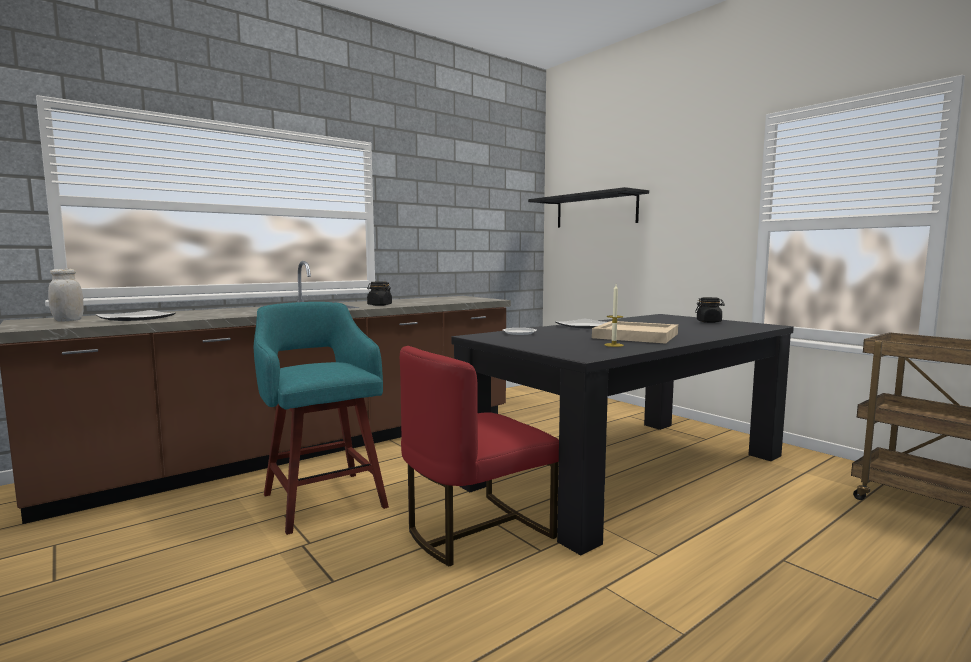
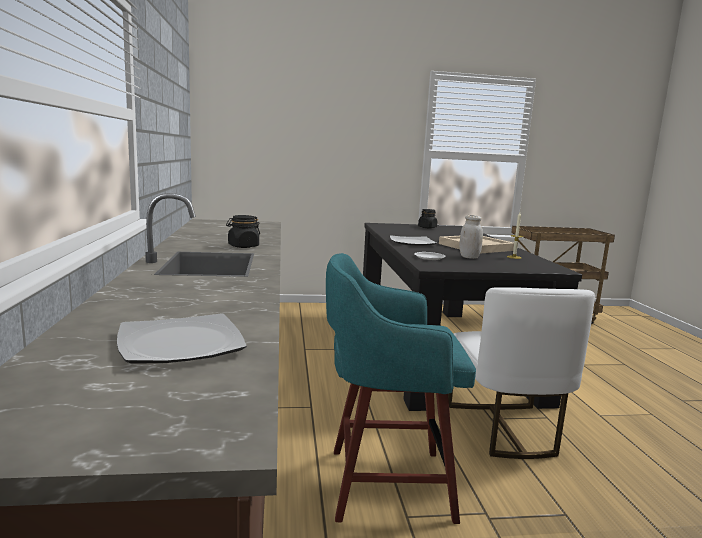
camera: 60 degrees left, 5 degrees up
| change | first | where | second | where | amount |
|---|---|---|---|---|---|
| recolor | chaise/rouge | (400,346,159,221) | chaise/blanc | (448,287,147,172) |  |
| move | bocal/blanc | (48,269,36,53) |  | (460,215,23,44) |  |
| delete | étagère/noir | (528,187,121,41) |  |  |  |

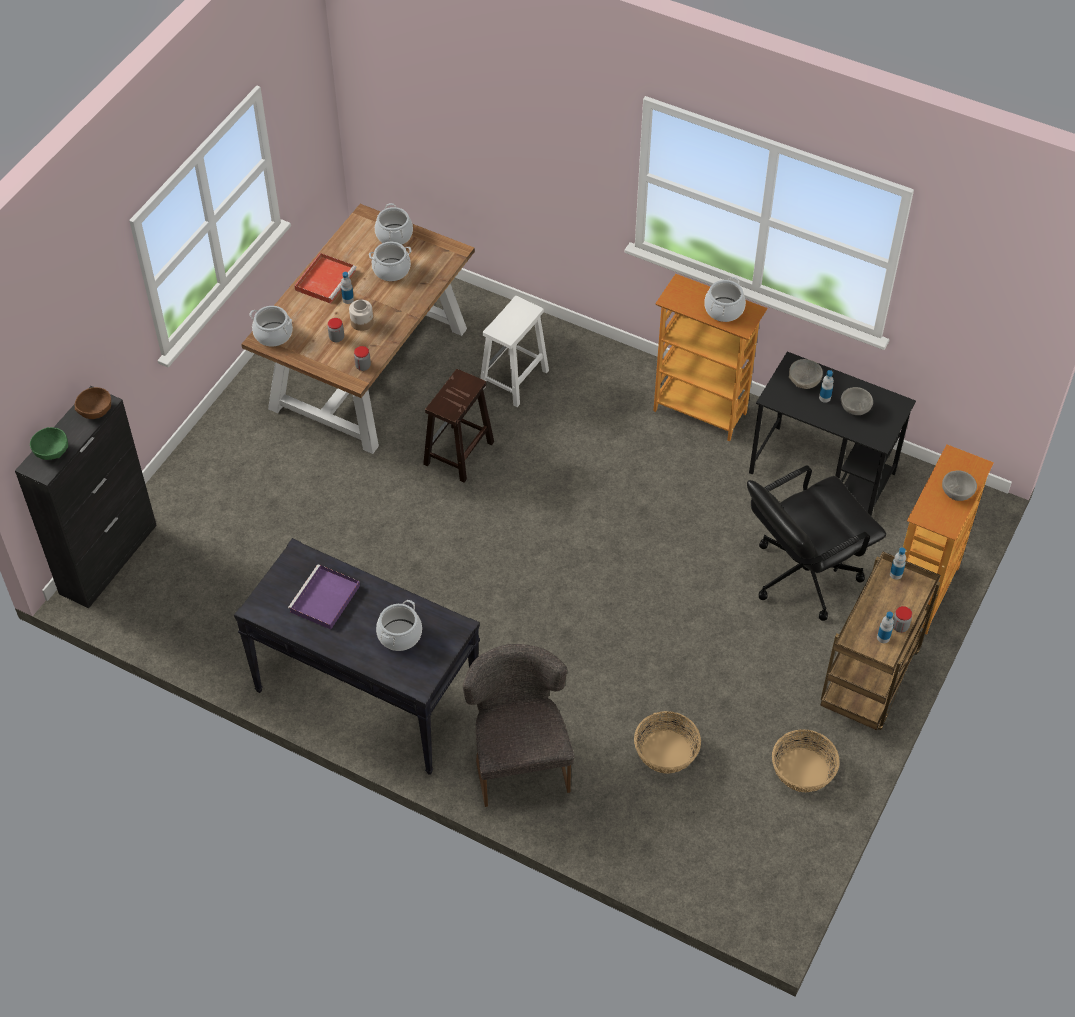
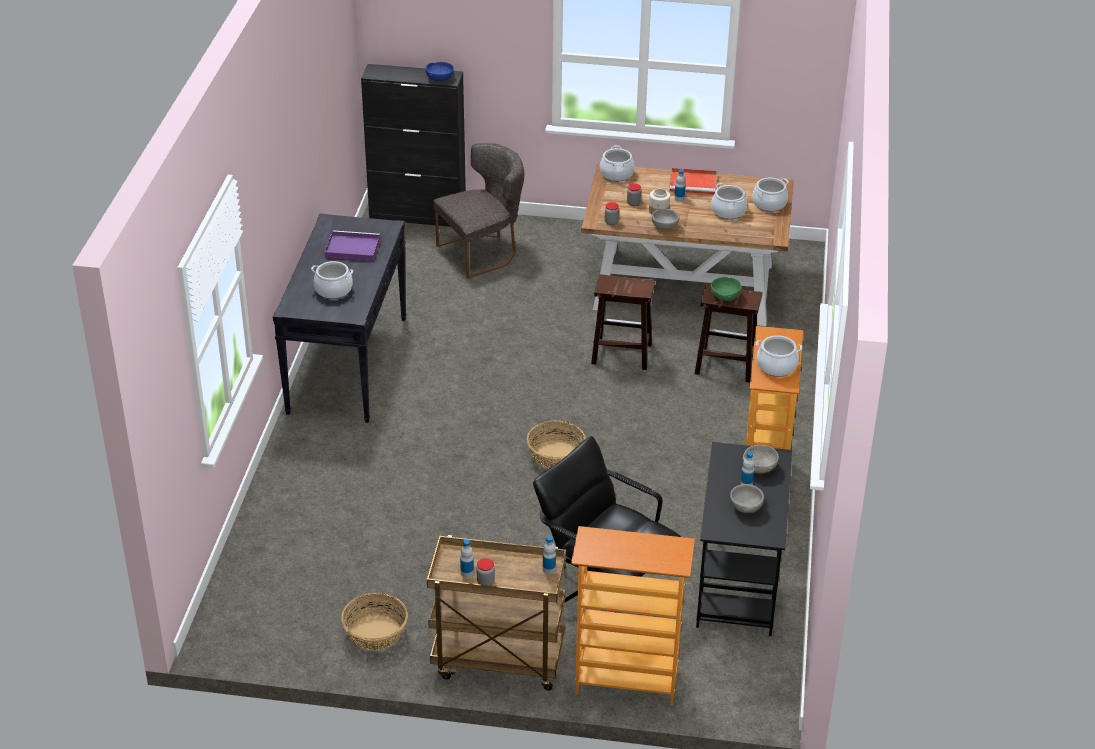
camera: 70 degrees right, 15 degrees down
| change | first | where | second | where | amount |
|---|---|---|---|---|---|
| recolor | bol/marron | (74,387,37,32) | bol/bleu | (426,62,28,20) |  |
| move | chaise/gris | (463,644,111,163) |  | (433,143,91,135) |  |
| move | panier | (634,711,67,63) |  | (527,420,59,49) |  |
| move | bol/gris | (942,470,35,31) |  | (652,209,27,21) |  |
| recolor | tabouret/blanc | (480,296,69,111) | tabouret/marron | (695,284,67,99) |  |
| move | bol/vert | (30,427,38,33) |  | (711,277,31,24) |  |

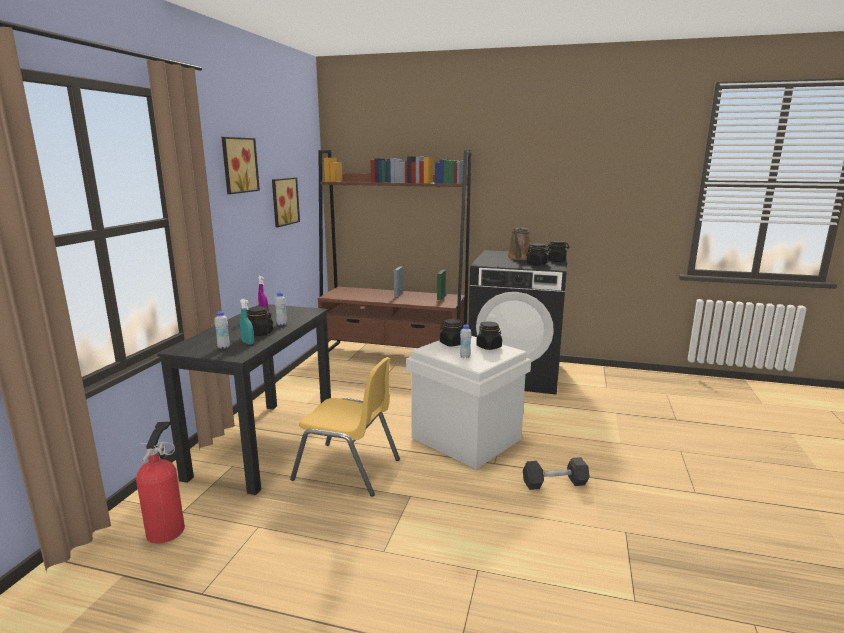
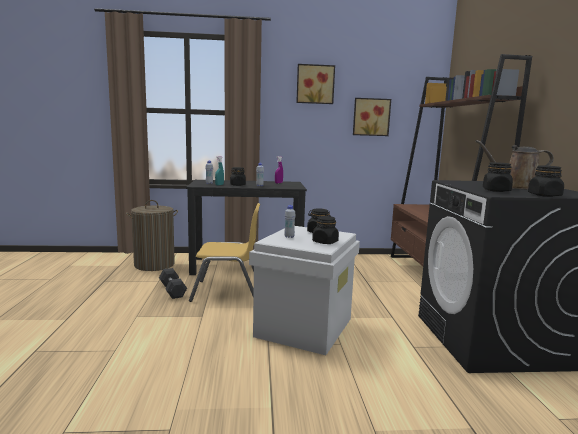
camera: 70 degrees right, 5 degrees down
| change | first | where | second | where | amount |
|---|---|---|---|---|---|
| replace | extincteur | (136,421,49,122) | panier à linge | (126,200,52,71) |  |
| move | haltère/gris | (523,457,67,33) |  | (159,268,28,31) |  |
| rotate | chaise/jaune | (290,357,110,140) |  | (189,203,71,99) | 90 degrees counterclockwise |

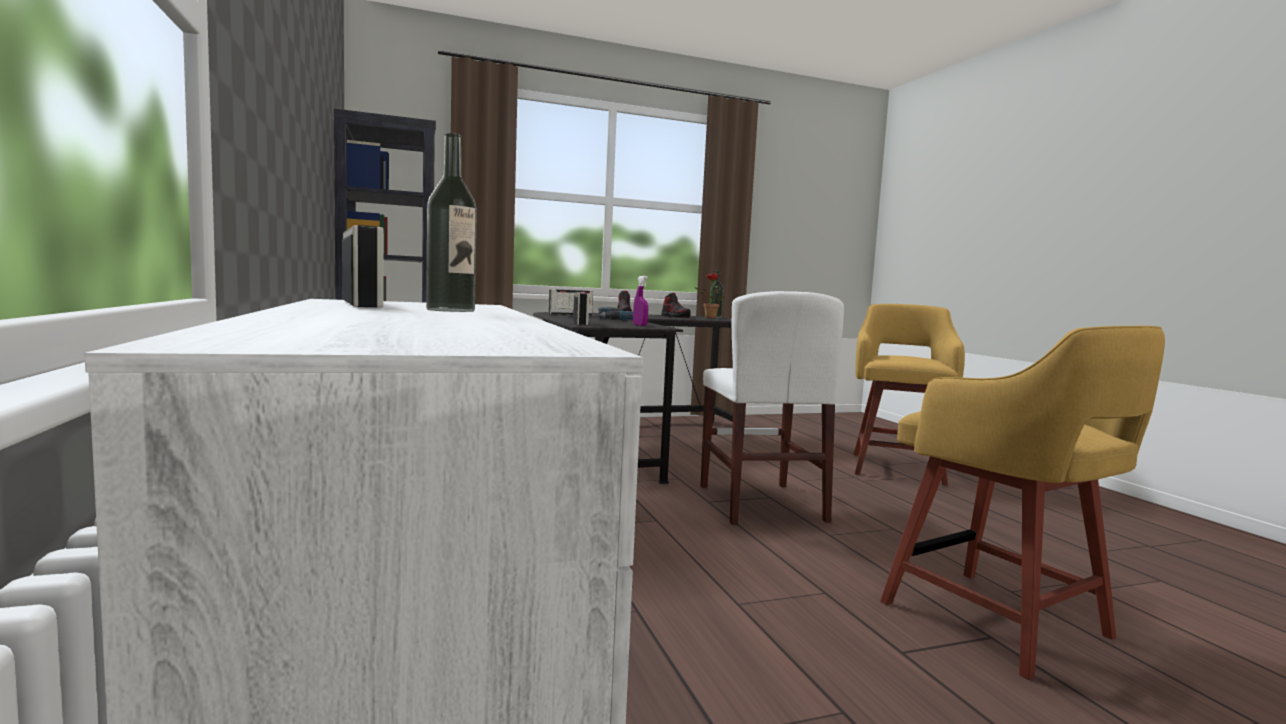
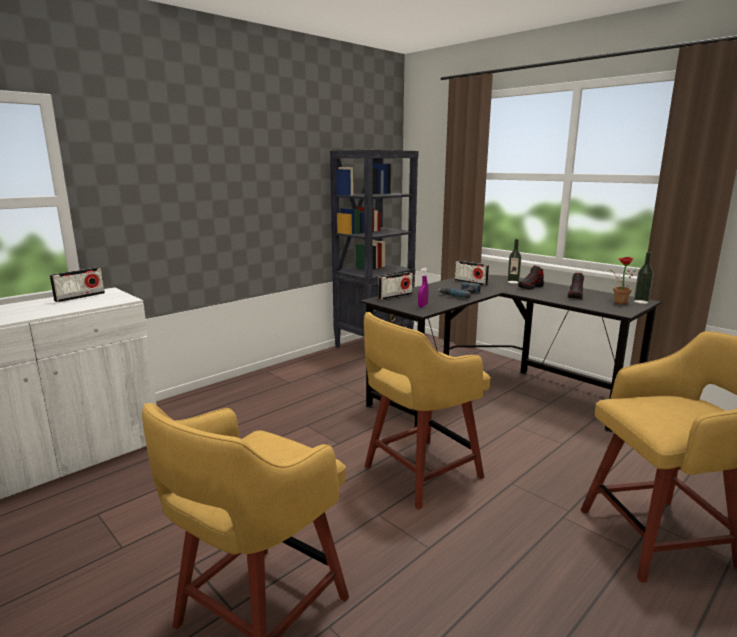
camera: 65 degrees right, 10 degrees up
| change | first | where | second | where | amount |
|---|---|---|---|---|---|
| replace | chaise/blanc | (701,291,143,233) | tabouret/jaune | (364,312,127,198) |  |
| move | bouteille | (426,132,51,180) |  | (507,239,14,45) |  |

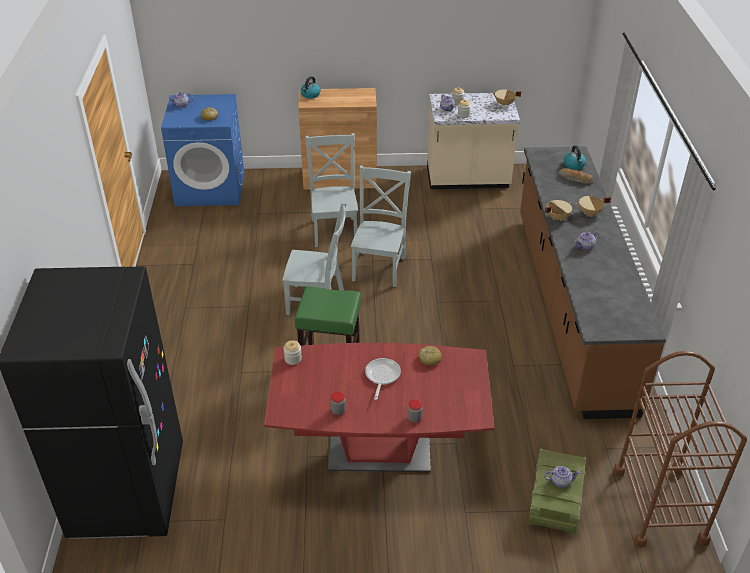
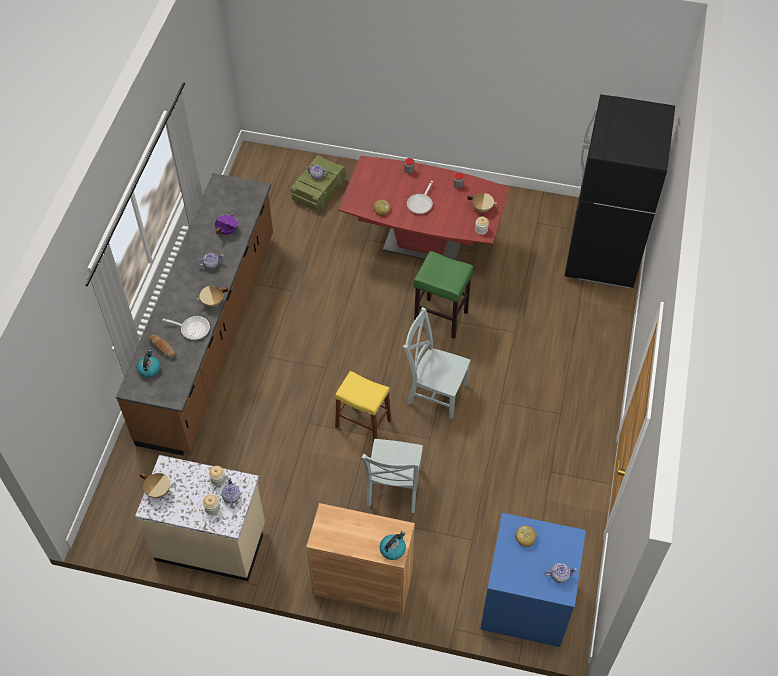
camera: 165 degrees left, 15 degrees up
| change | first | where | second | where | amount |
|---|---|---|---|---|---|
| insert |  |  | poêle | (163,316,47,24) |  |
| insert |  |  | marmite/violet | (215,214,23,21) |  |
| replace | chaise/gris | (351,165,60,122) | tabouret/jaune | (335,371,56,72) |  |
| move | marmite/beige | (576,196,35,21) |  | (467,193,30,20) |  |
| delete | chariot/marron | (613,351,134,197) |  |  |  |

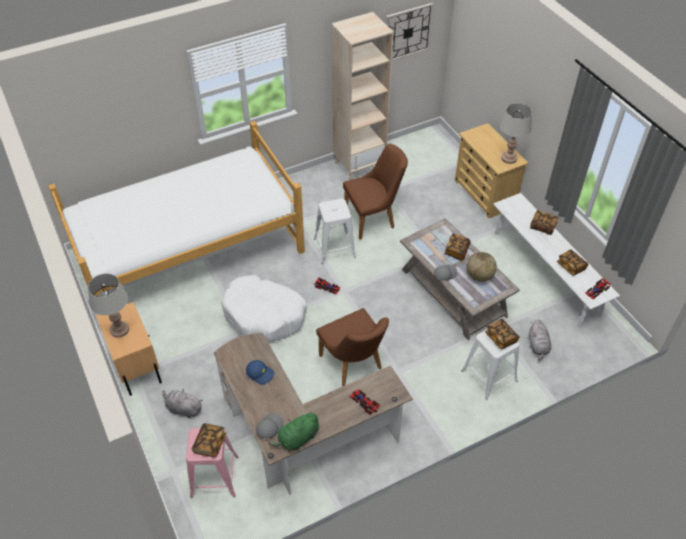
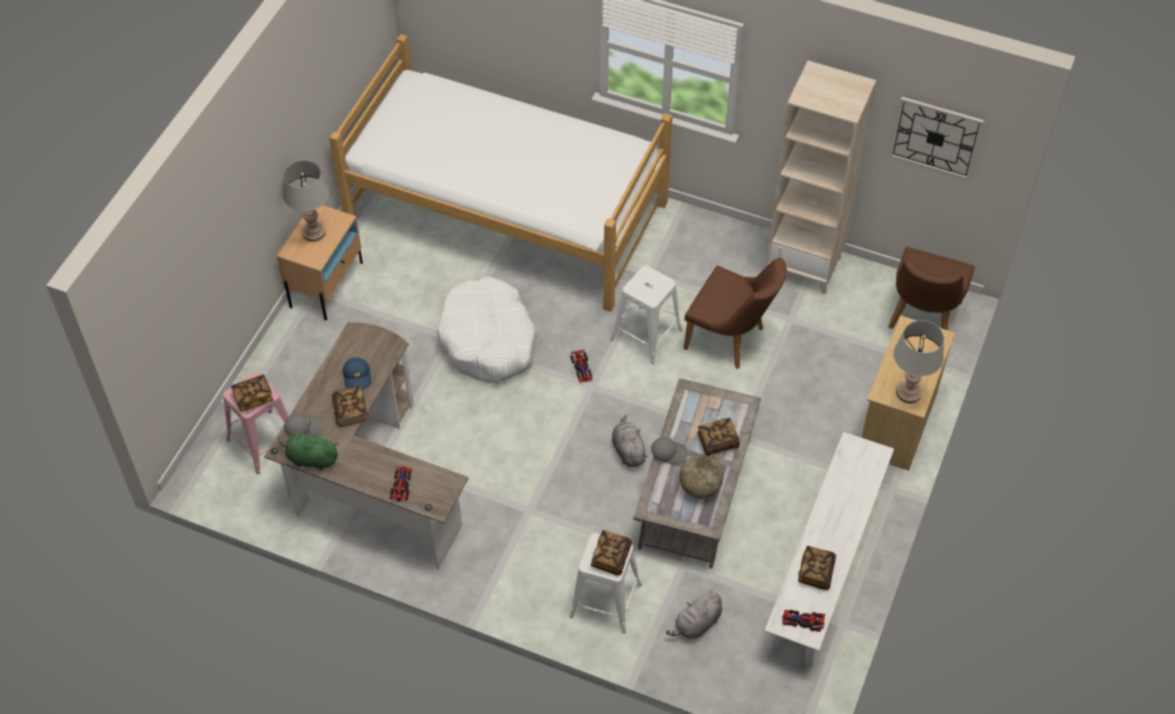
camera: 50 degrees right, 5 degrees up
| change | first | where | second | where | amount |
|---|---|---|---|---|---|
| move | livre | (530,210,28,25) |  | (332,386,36,41) |  |
| move | peluche/gris | (163,389,39,29) |  | (612,415,36,52) |  |
| move | chaise/marron | (316,308,73,78) |  | (888,247,87,83) |  |

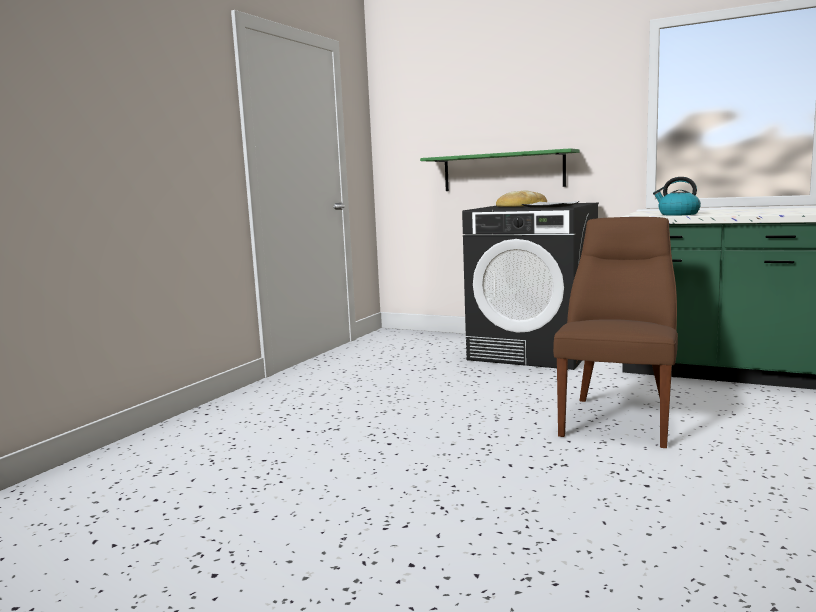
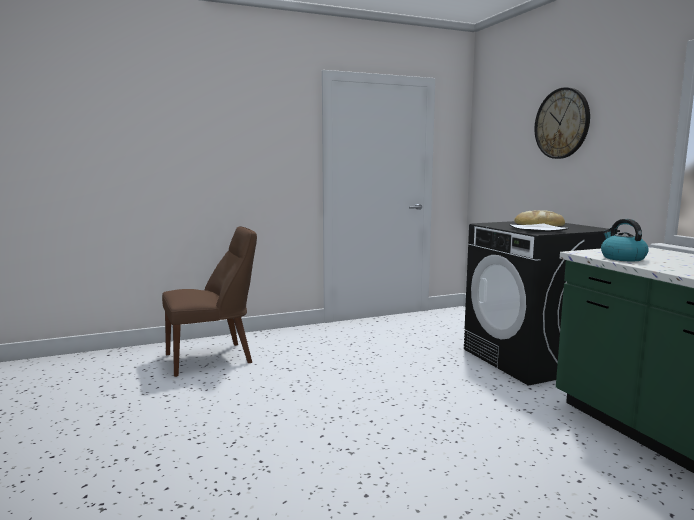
camera: 40 degrees right, 0 degrees up
| change | first | where | second | where | amount |
|---|---|---|---|---|---|
| move | chaise/marron | (553,217,125,231) |  | (162,227,95,150) |  |
| insert |  |  | horloge murale | (535,87,55,72) |  |
| delete | étagère/vert | (420,148,159,43) |  |  |  |

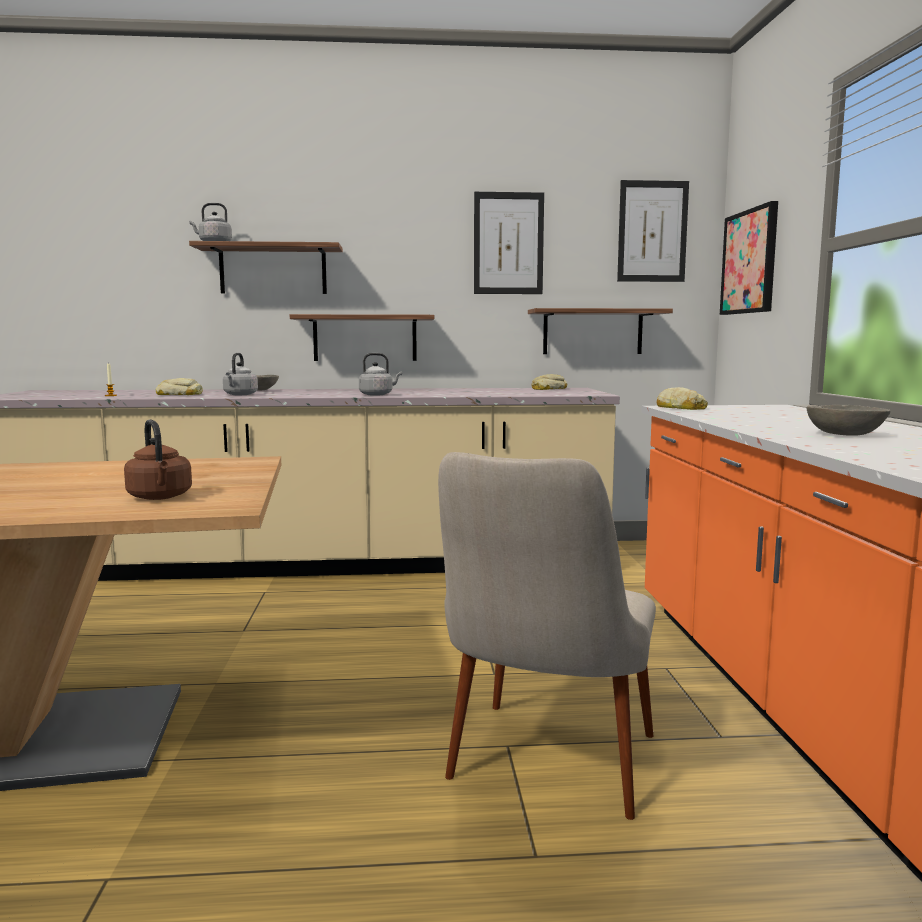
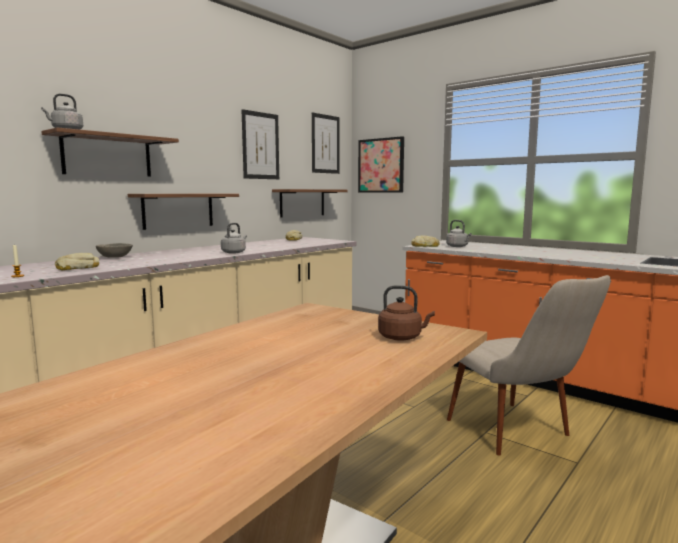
camera: 45 degrees left, 0 degrees up
| change | first | where | second | where | amount |
|---|---|---|---|---|---|
| move | bouilloire/gris | (223,353,35,42) |  | (446,220,26,27) |  |
| delete | bol/gris | (807,405,83,31) |  |  |  |

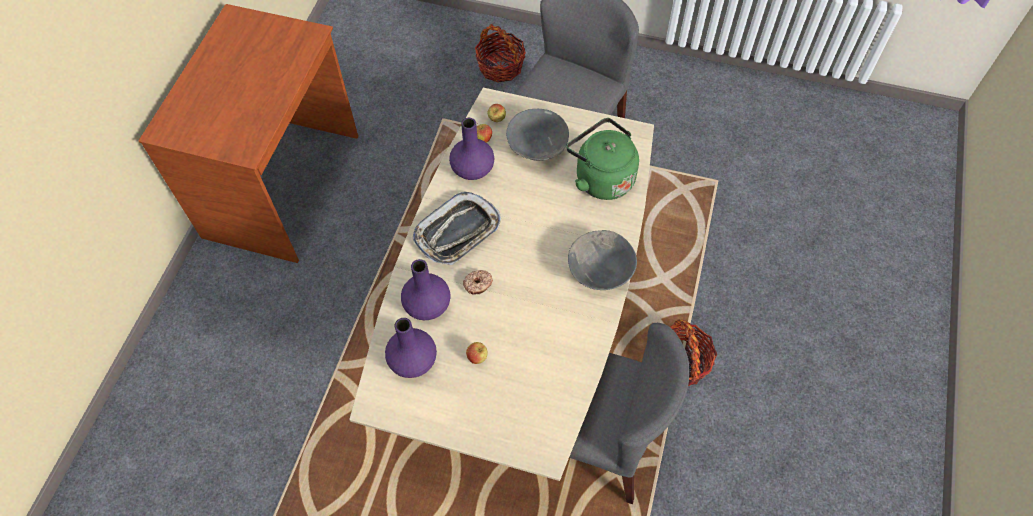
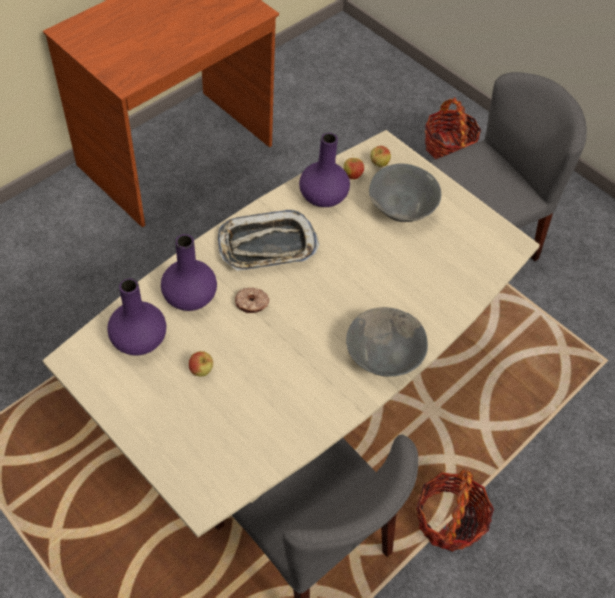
camera: 25 degrees right, 5 degrees down
| change | first | where | second | where | amount |
|---|---|---|---|---|---|
| delete | bouilloire/vert | (566,118,73,82) |  |  |  |

